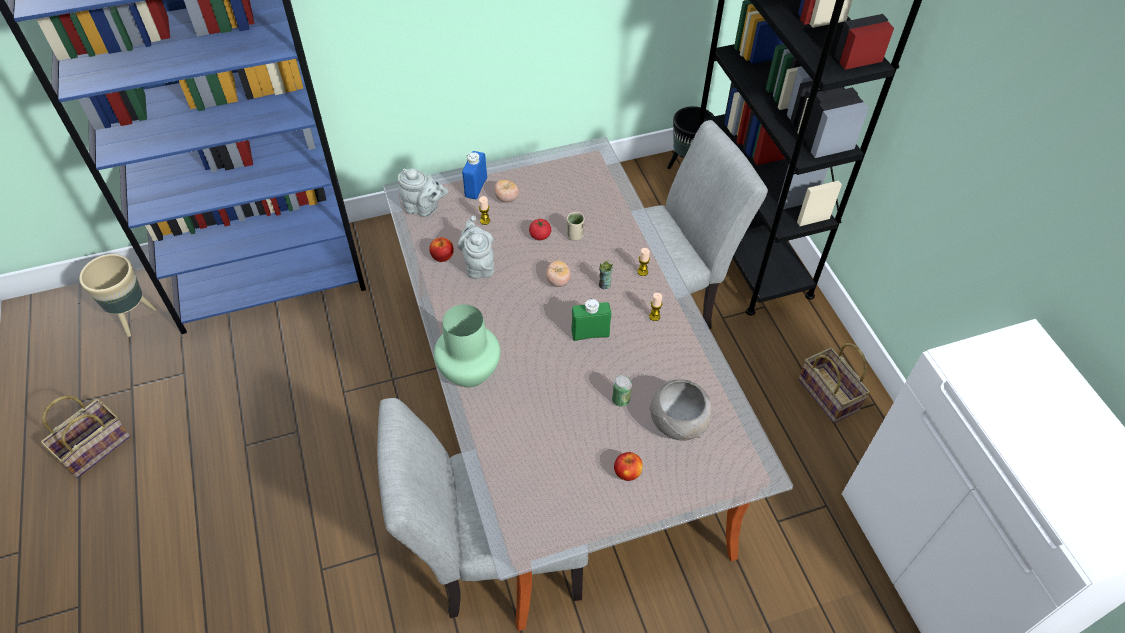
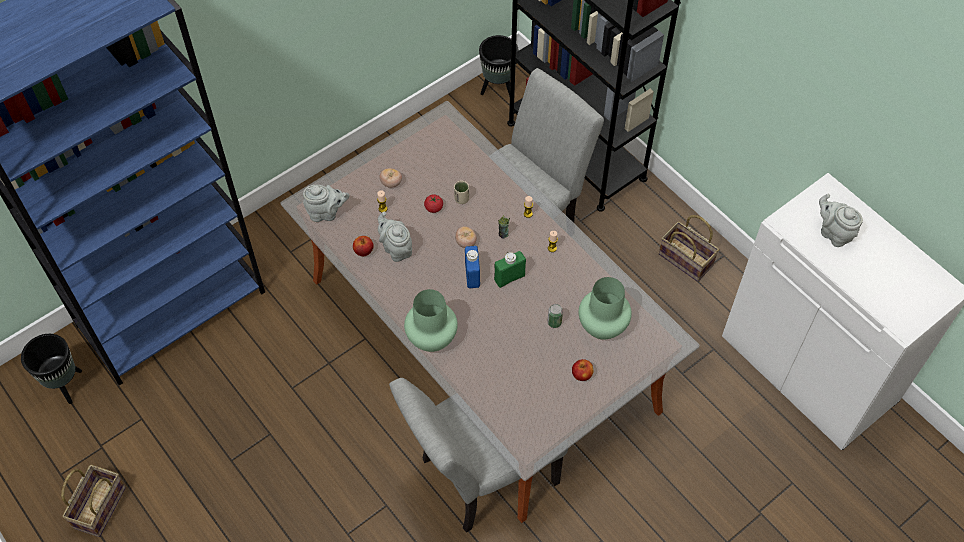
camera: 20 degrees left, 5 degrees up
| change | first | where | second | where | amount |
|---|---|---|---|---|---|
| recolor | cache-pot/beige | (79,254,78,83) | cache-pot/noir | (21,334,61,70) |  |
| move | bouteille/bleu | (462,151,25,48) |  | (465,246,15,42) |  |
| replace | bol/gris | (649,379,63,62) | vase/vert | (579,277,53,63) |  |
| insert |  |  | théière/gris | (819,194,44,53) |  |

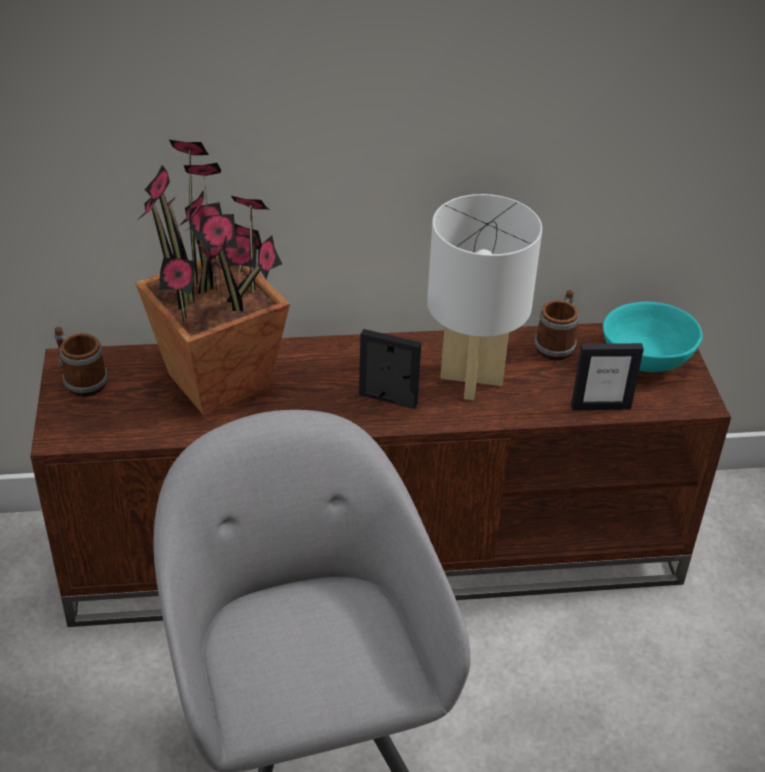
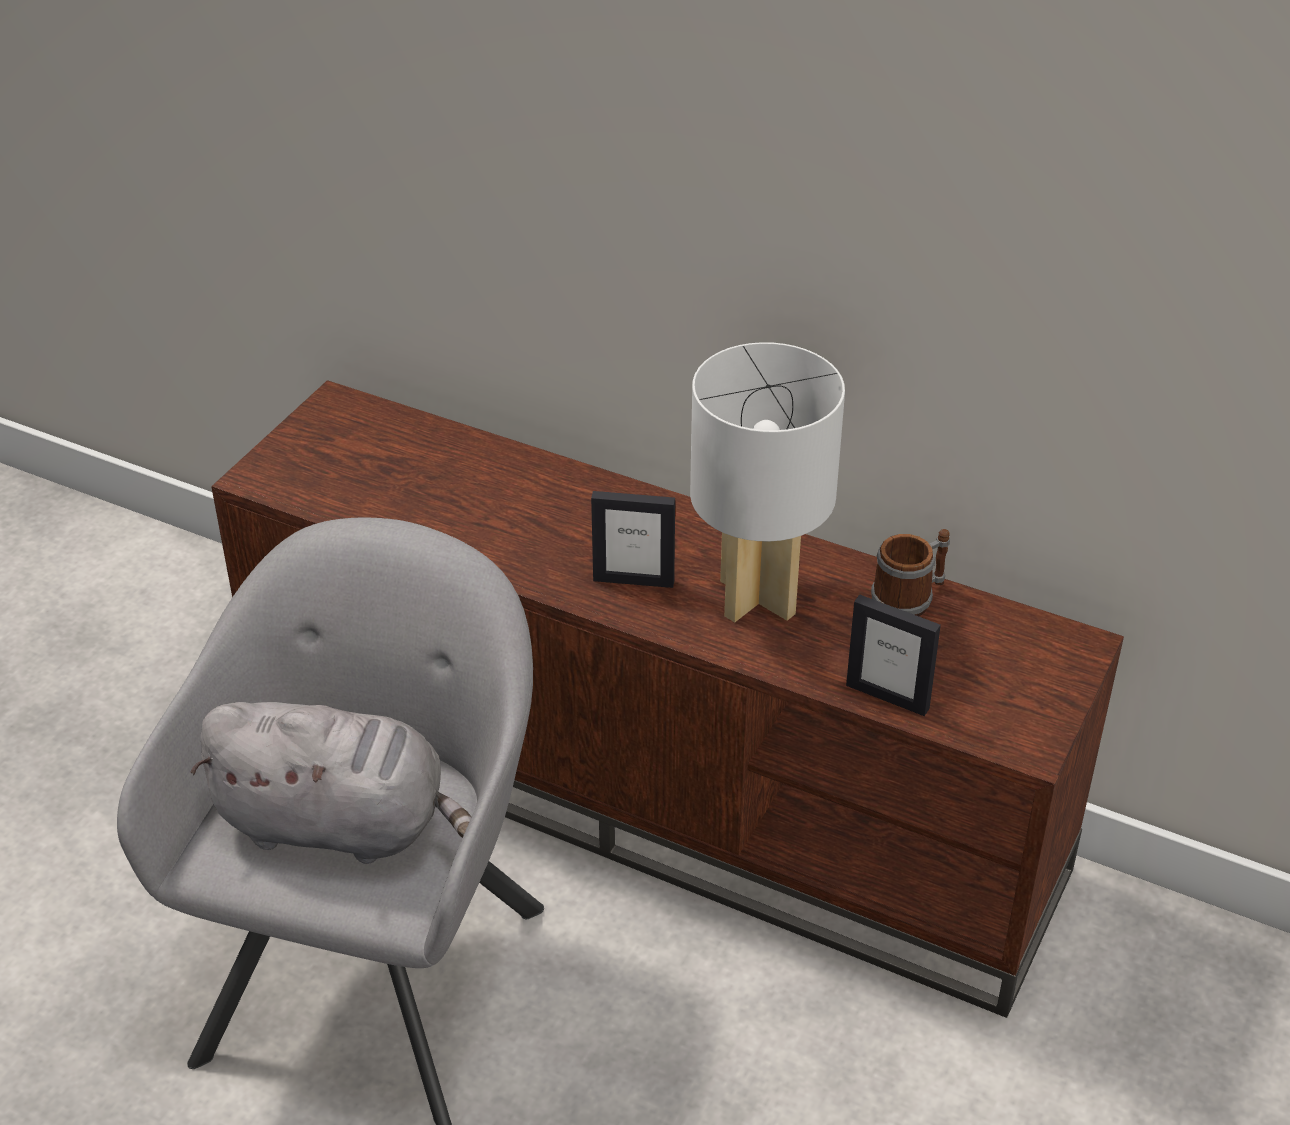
camera: 35 degrees right, 0 degrees up
| change | first | where | second | where | amount |
|---|---|---|---|---|---|
| insert |  |  | peluche/gris | (190,702,281,162) |  |
| rotate | cadre photo | (359,329,62,80) |  | (591,491,84,97) | 135 degrees clockwise |
| delete | mug | (54,326,54,71) |  |  |  |
| delete | plante en pot | (135,140,155,276) |  |  |  |
| delete | bol/turquoise | (603,302,100,70) |  |  |  |

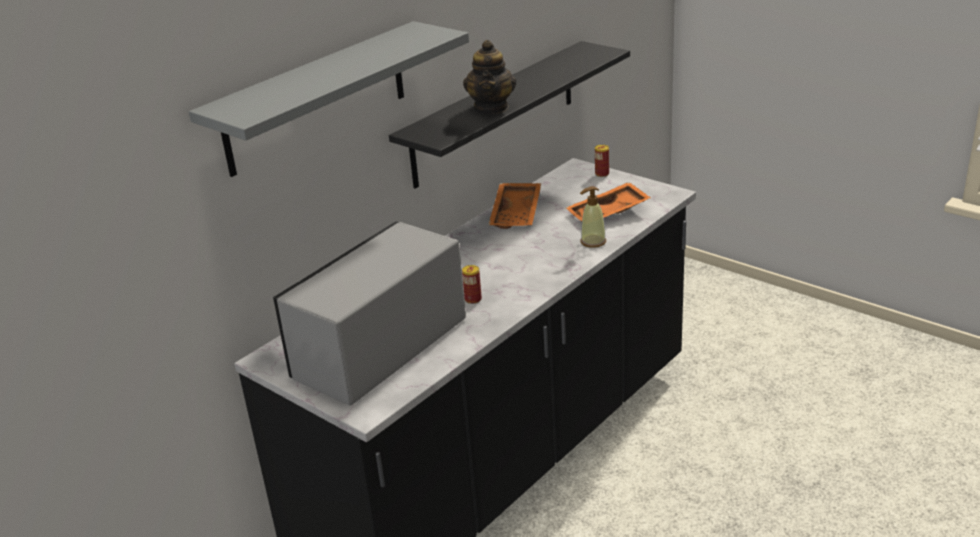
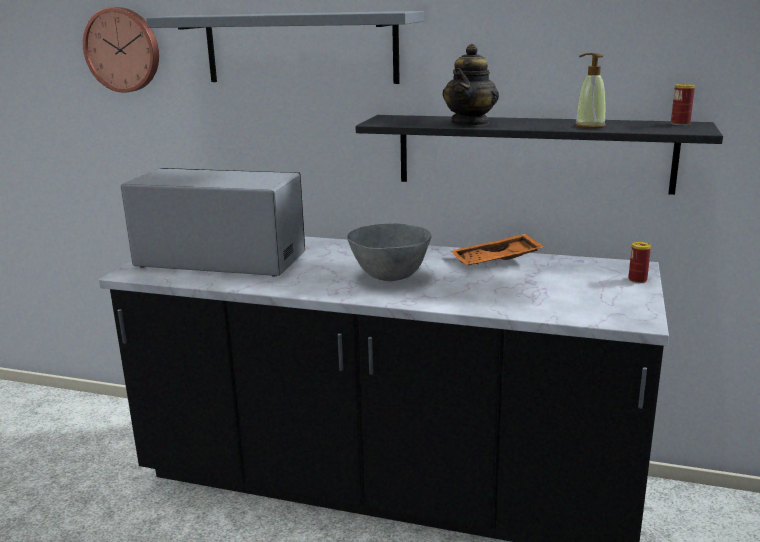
camera: 65 degrees right, 10 degrees down
| change | first | where | second | where | amount |
|---|---|---|---|---|---|
| insert |  |  | horloge murale | (83,7,76,86) |  |
| insert |  |  | bol/gris | (347,223,84,58) |  |
| rotate | théière | (463,40,53,74) |  | (442,44,57,82) | 45 degrees counterclockwise |
| move | distributeur de savon | (580,186,26,62) |  | (575,53,31,76) |  |
| move | boîte métallique | (462,265,20,39) |  | (671,84,24,41) |  |
| delete | plateau/orange | (566,182,85,39) |  |  |  |

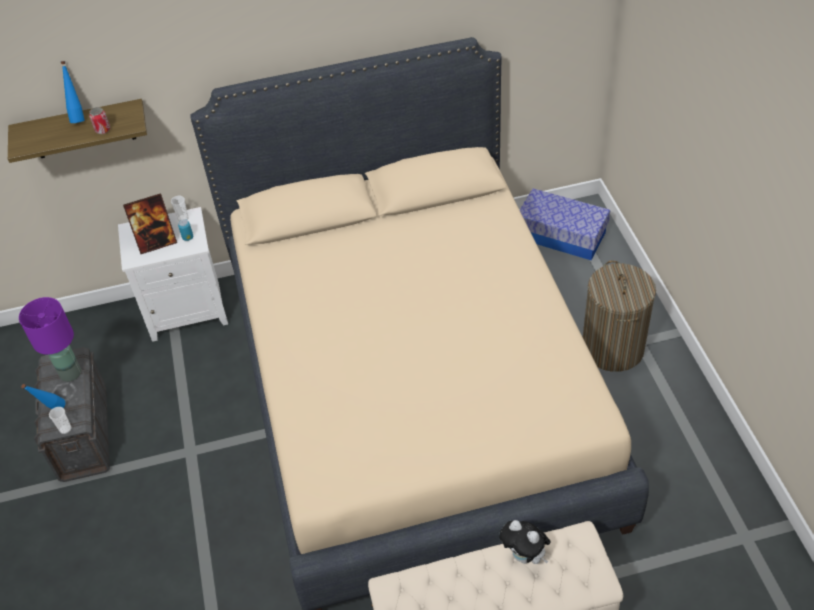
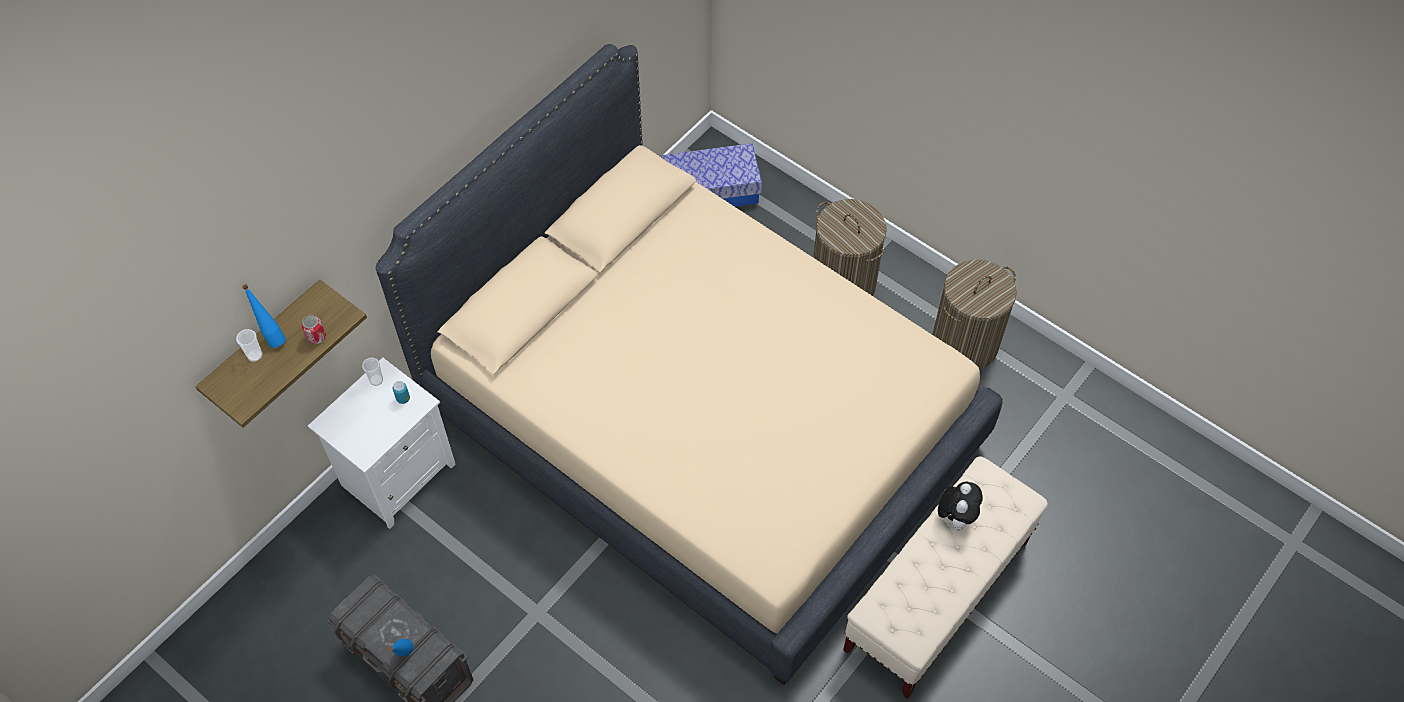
camera: 40 degrees left, 10 degrees up
| change | first | where | second | where | amount |
|---|---|---|---|---|---|
| move | tasse | (49,407,22,27) |  | (236,329,26,33) |  |
| insert |  |  | panier à linge | (932,260,85,110) |  |
| rotate | peluche | (499,520,52,44) |  | (938,482,45,49) | 75 degrees counterclockwise |
| delete | lampe de table/violet | (19,297,62,85) |  |  |  |
| delete | cadre photo | (123,193,54,61) |  |  |  |

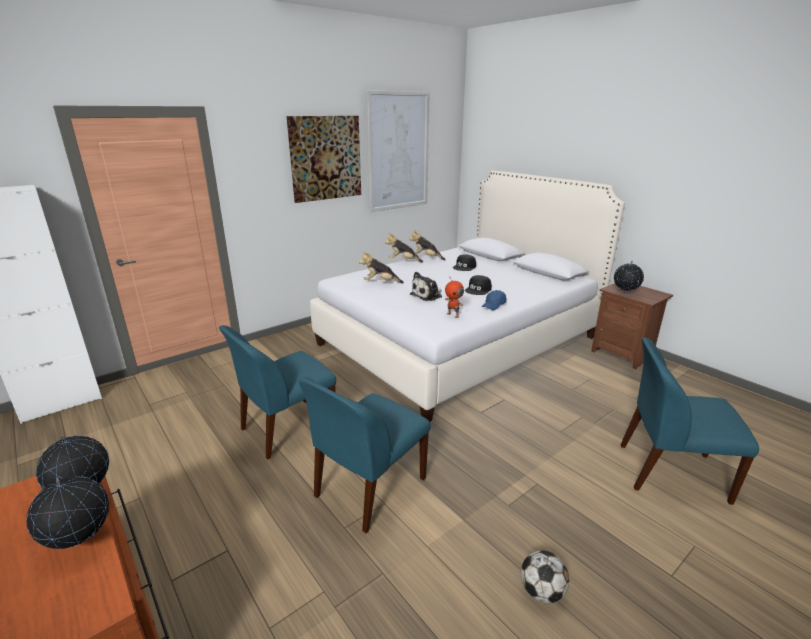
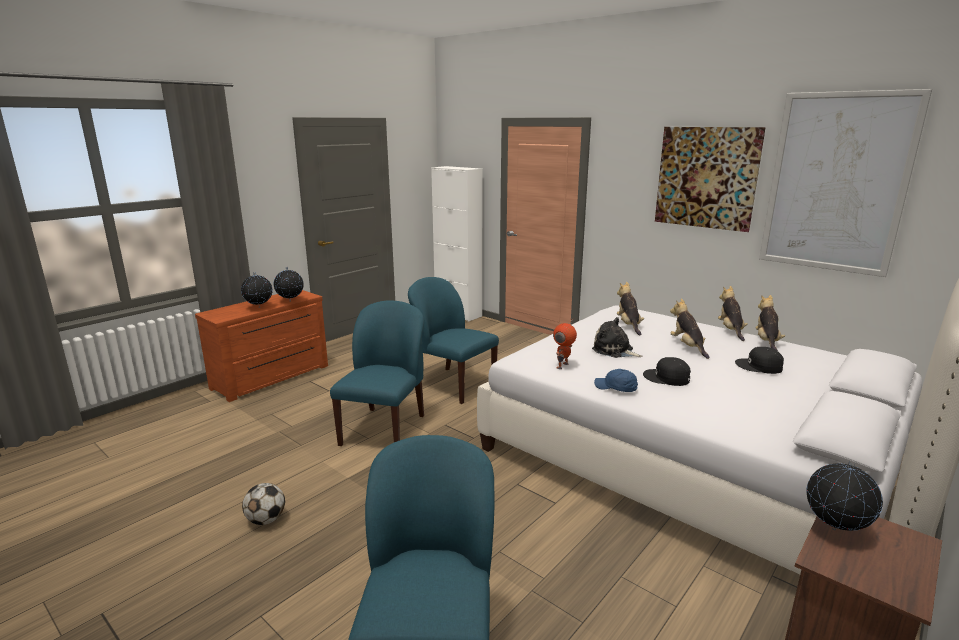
camera: 80 degrees right, 5 degrees down
| change | first | where | second | where | amount |
|---|---|---|---|---|---|
| rotate | chaise/bleu | (299,377,132,156) |  | (330,300,94,146) | 75 degrees clockwise |
| insert |  |  | peluche | (670,298,39,61) |  |

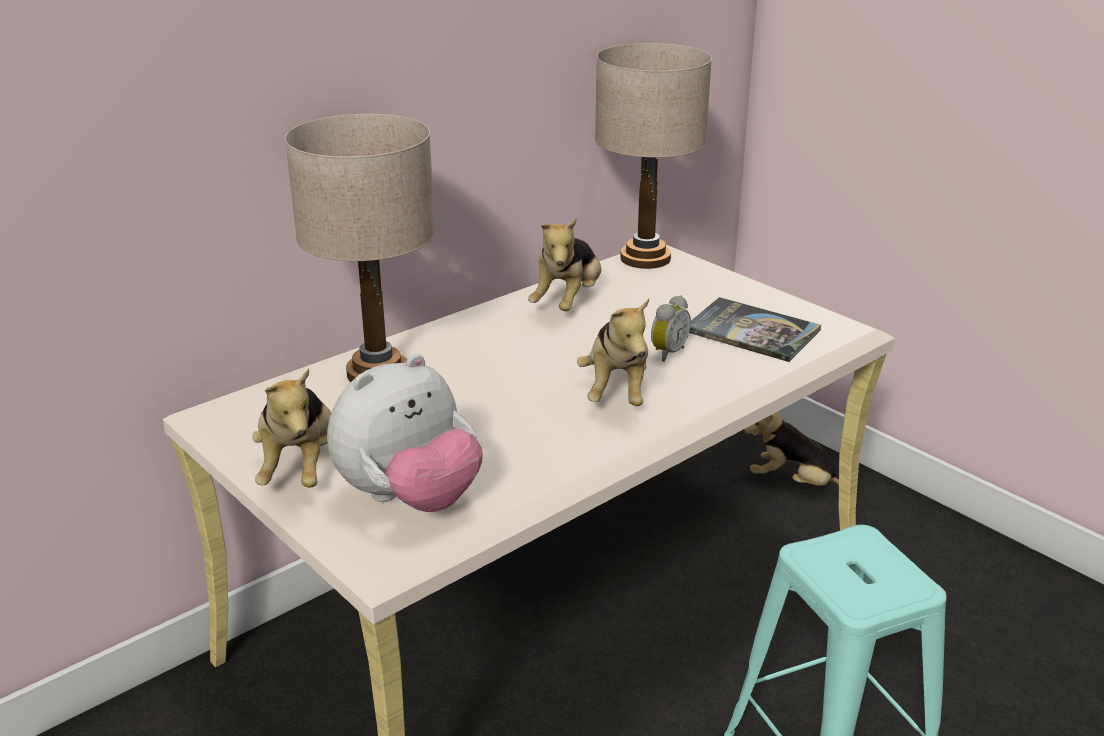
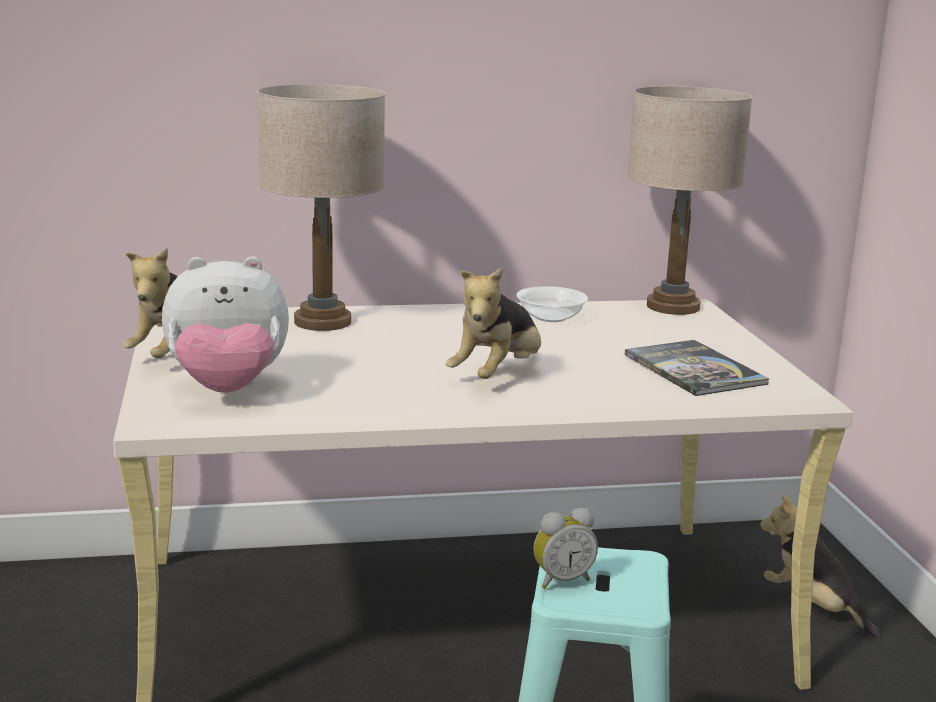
camera: 30 degrees right, 10 degrees down
| change | first | where | second | where | amount |
|---|---|---|---|---|---|
| replace | peluche | (528,217,73,94) | bol | (516,286,72,36) |  |
| move | réveil | (651,295,40,67) |  | (533,508,65,81) |  |

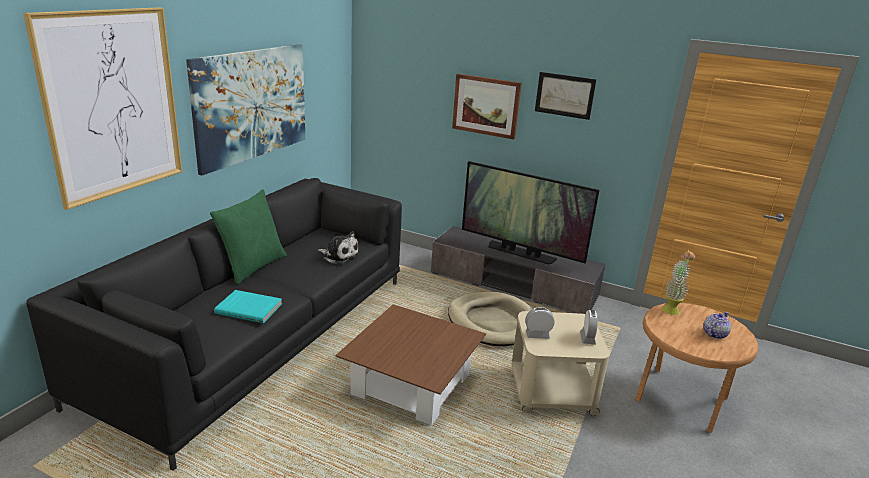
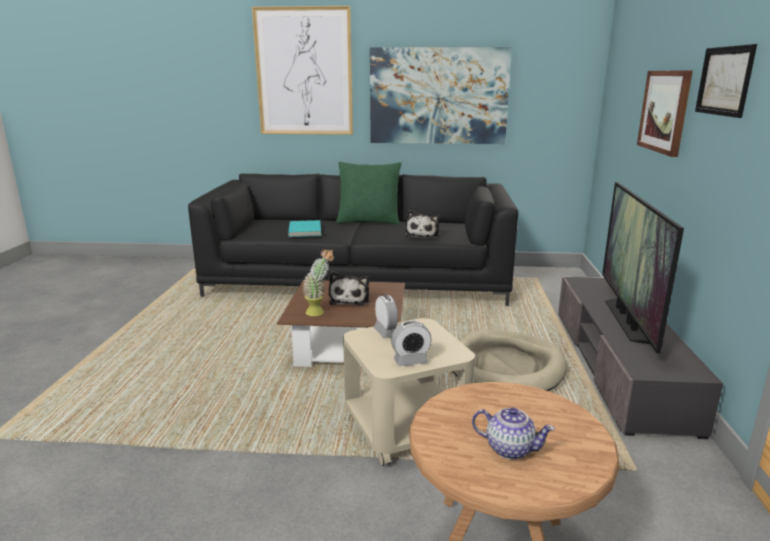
camera: 70 degrees right, 5 degrees down
| change | first | where | second | where | amount |
|---|---|---|---|---|---|
| move | plante en pot | (662,250,33,65) |  | (302,249,32,67) |  |
| insert |  |  | peluche | (329,271,40,34) |  |

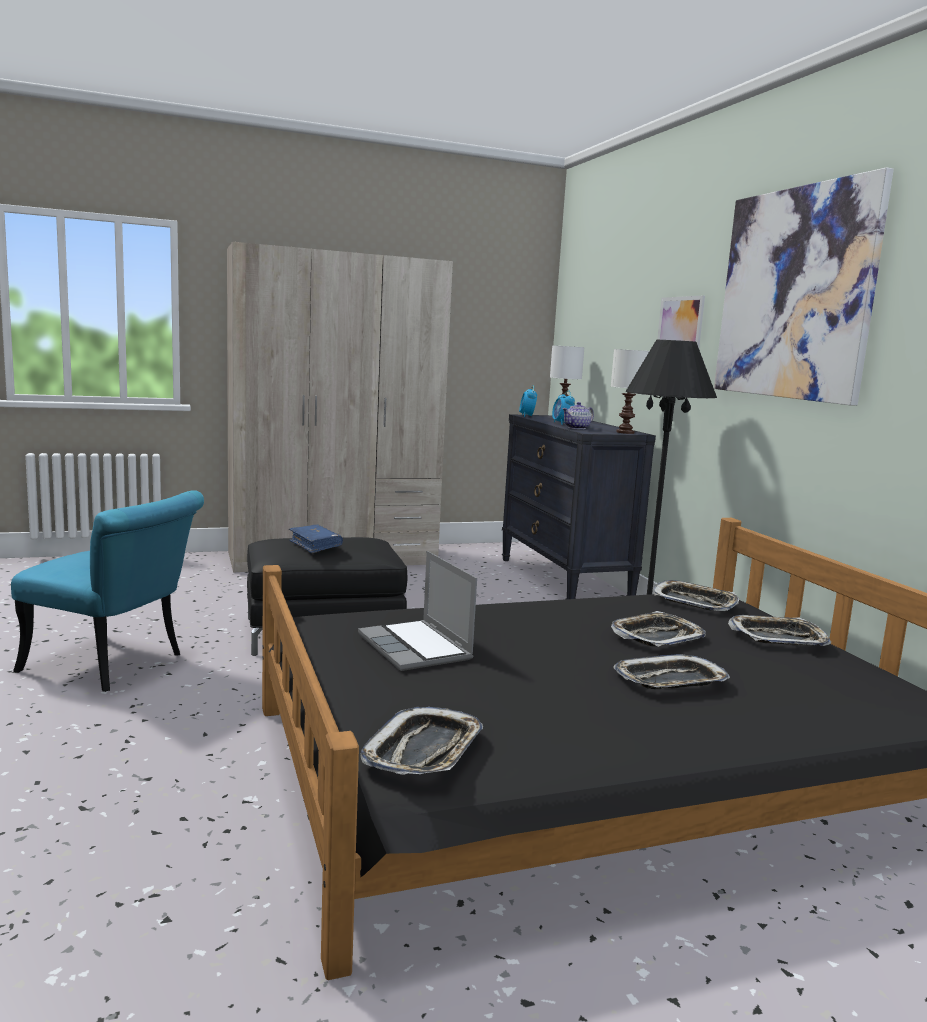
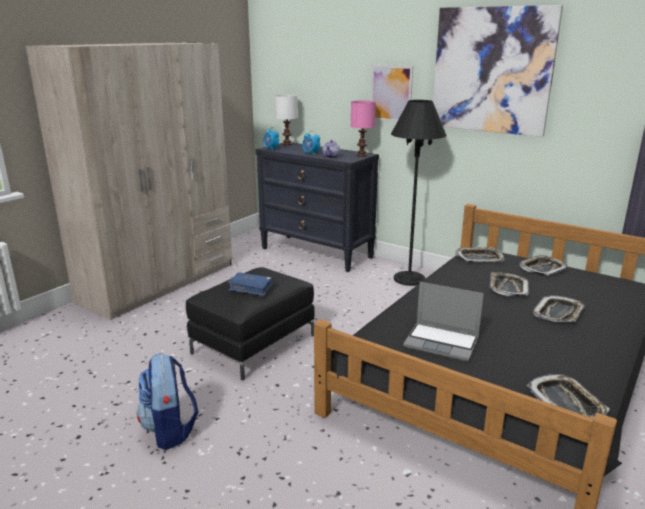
camera: 35 degrees left, 10 degrees up
| change | first | where | second | where | amount |
|---|---|---|---|---|---|
| replace | chaise/turquoise | (11,490,193,202) | sac à dos | (137,353,62,97) |  |
| recolor | lampe de table/blanc | (611,349,38,85) | lampe de table/rose | (351,101,25,56) |  |

